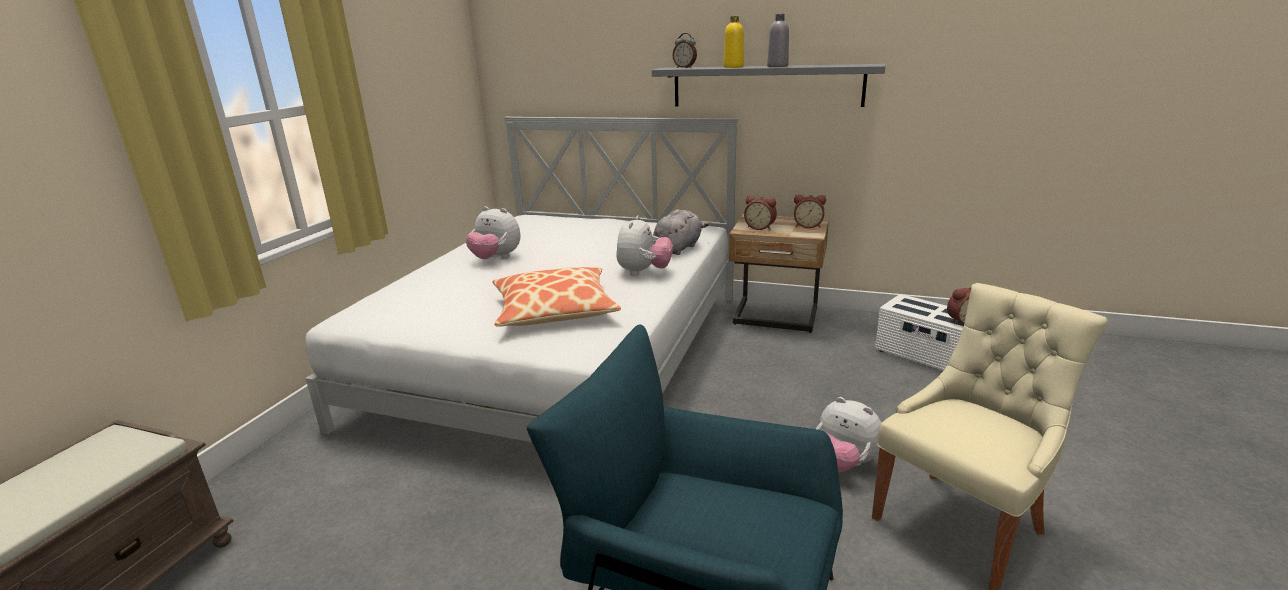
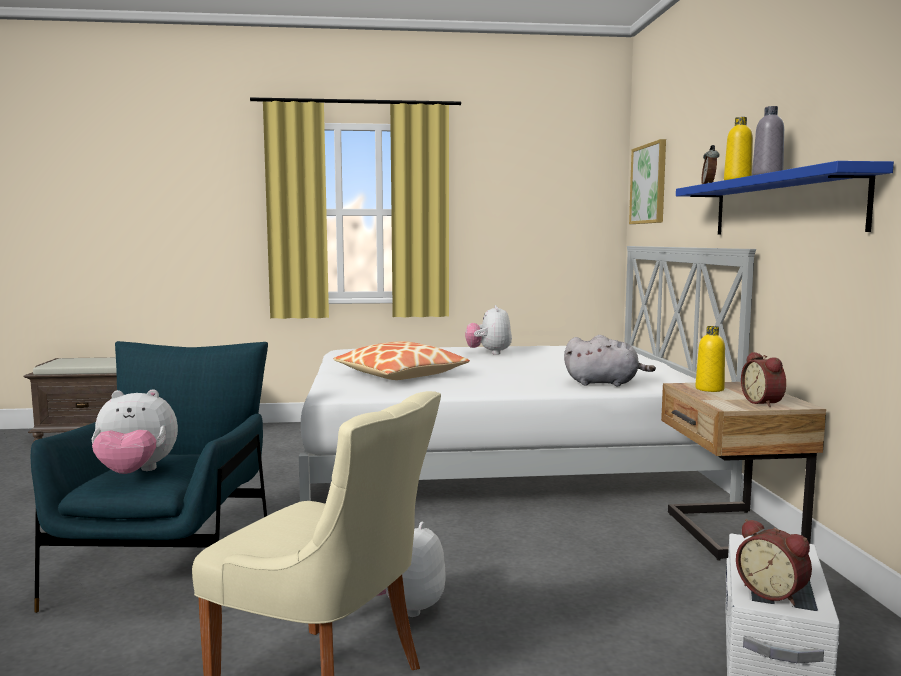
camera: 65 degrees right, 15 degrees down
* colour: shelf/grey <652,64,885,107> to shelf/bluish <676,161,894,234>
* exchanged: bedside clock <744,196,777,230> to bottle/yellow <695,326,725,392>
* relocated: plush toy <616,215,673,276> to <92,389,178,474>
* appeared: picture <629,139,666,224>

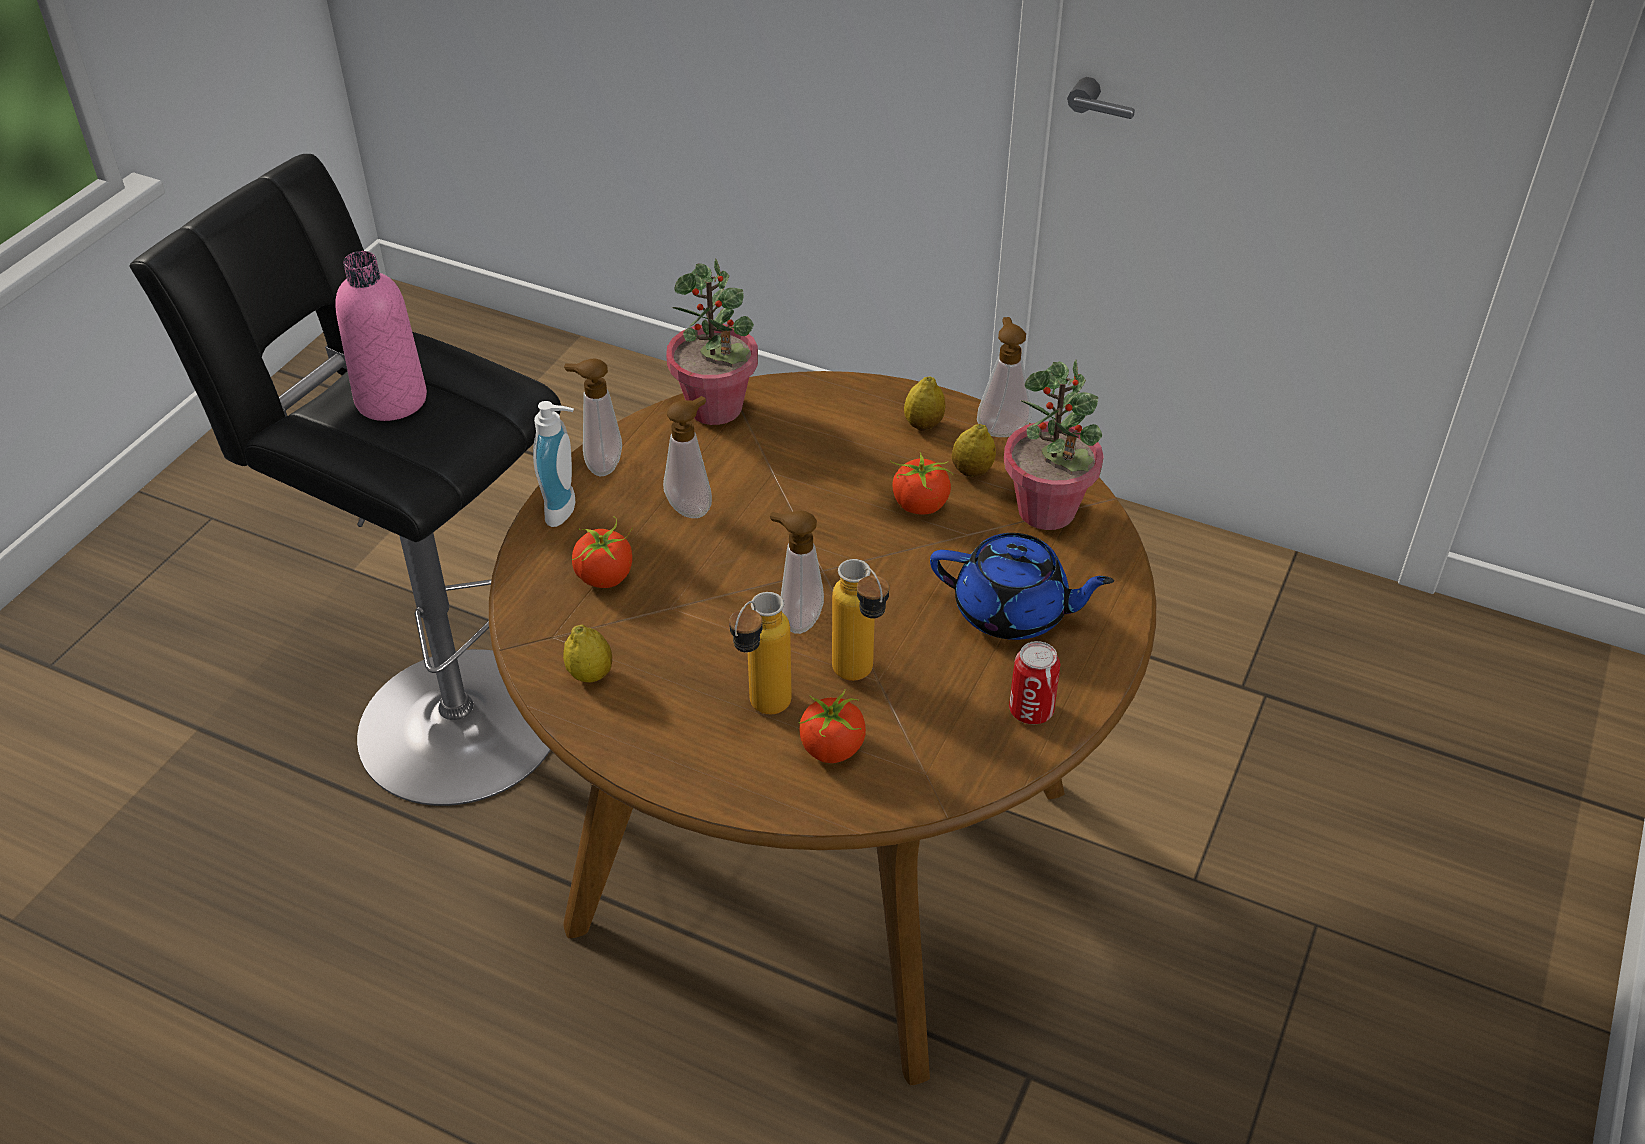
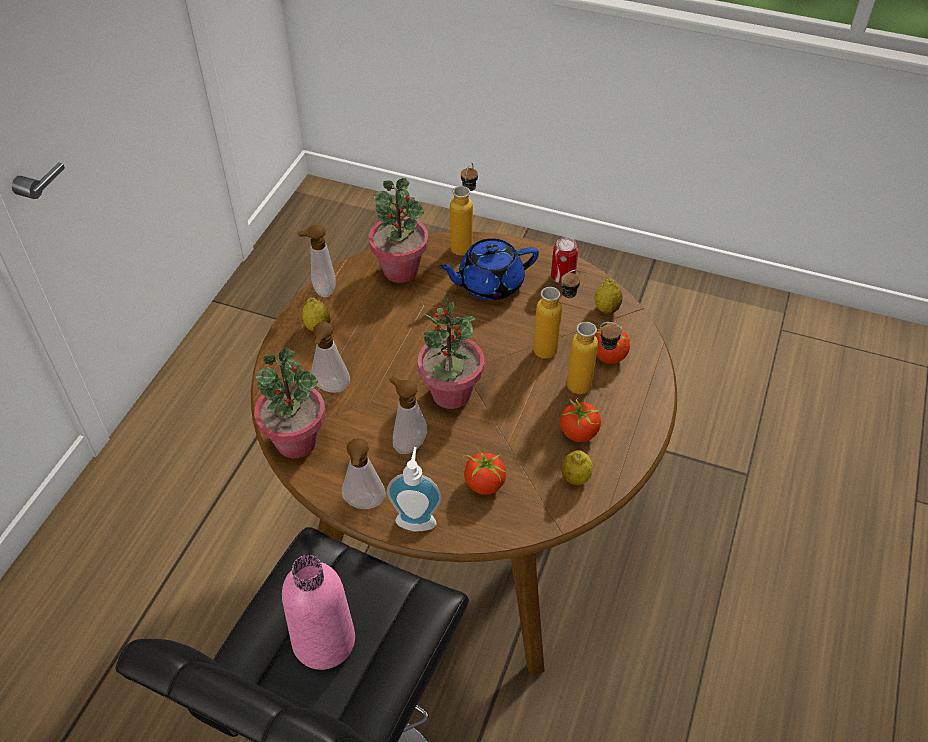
camera: 95 degrees left, 5 degrees up
* relocated: whole lemon <952,424,996,477> to <595,279,622,314>
* relocated: tomato <890,452,953,515> to <560,398,601,442>
* relocated: soap bottle <770,511,824,634> to <311,322,350,393>
* spun: pot for tea/bluish <930,533,1114,640> = <437,238,539,300> 120 degrees counterclockwise
* appeared: bottle <450,163,478,256>
* appeared: potted plant <417,292,484,409>

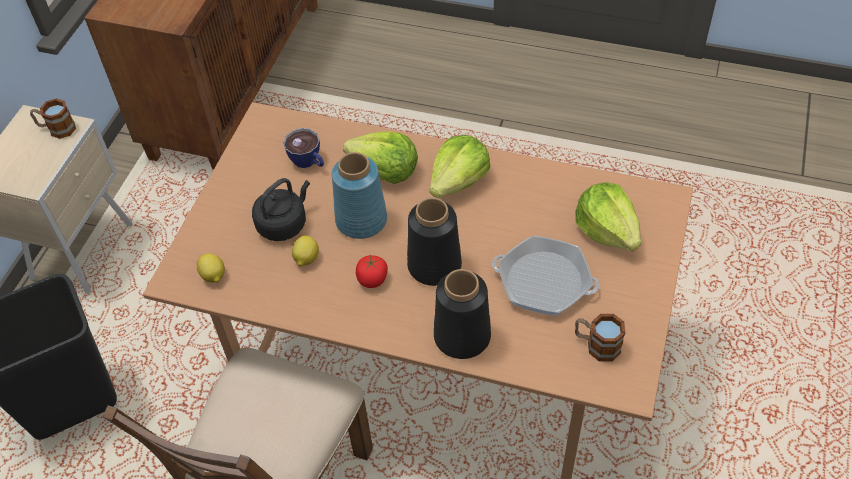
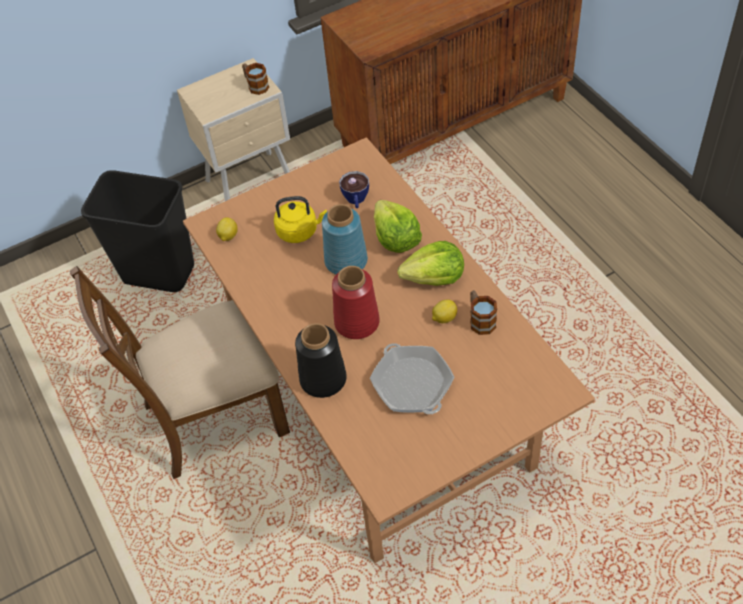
camera: 45 degrees right, 0 degrees up
* colour: kettle/blackish <252,178,310,241> to kettle/yellow <274,196,327,243>
* missing: head of lettuce <575,183,641,251>
* colour: flower vase/blackish <407,197,462,286> to flower vase/red <332,266,380,339>
* relocated: whole lemon <292,236,319,266> to <432,299,457,323>
* missing: tomato <356,255,388,288>
* relocated: coffee mug <575,314,626,362> to <470,290,497,335>

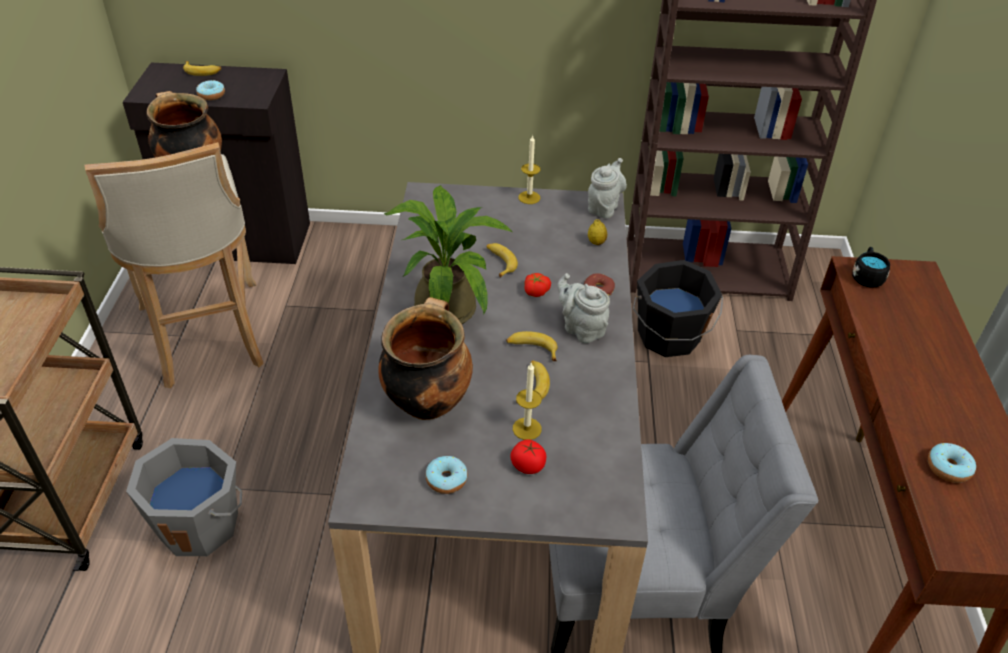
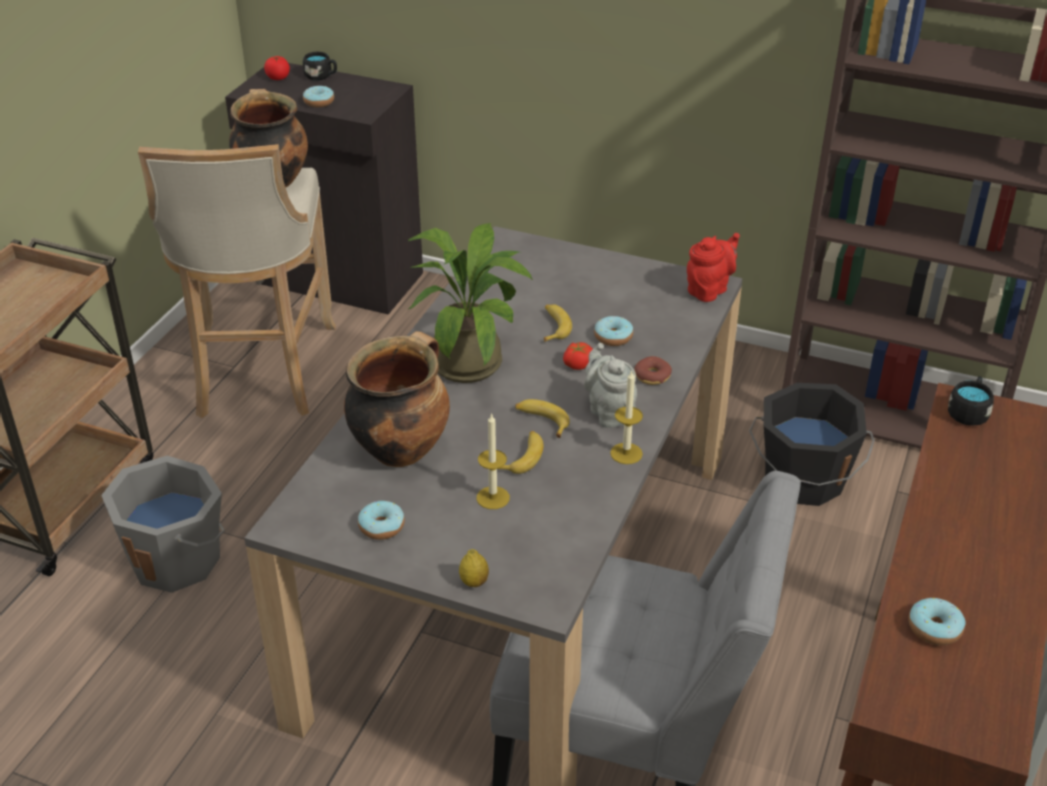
camera: 20 degrees right, 5 degrees down
* exchanged: banana <183,61,221,76> to coffee mug/blackish <303,52,337,80>
* relocated: candle <518,135,540,204> to <610,370,643,464>
* colour: pot for tea/grey <588,158,627,218> to pot for tea/red <687,233,740,302>
* relocated: whole lemon <588,219,607,245> to <459,549,489,587>
* relocated: tomato <510,439,546,474> to <264,56,290,80>
* appeared: donut <594,316,633,346>

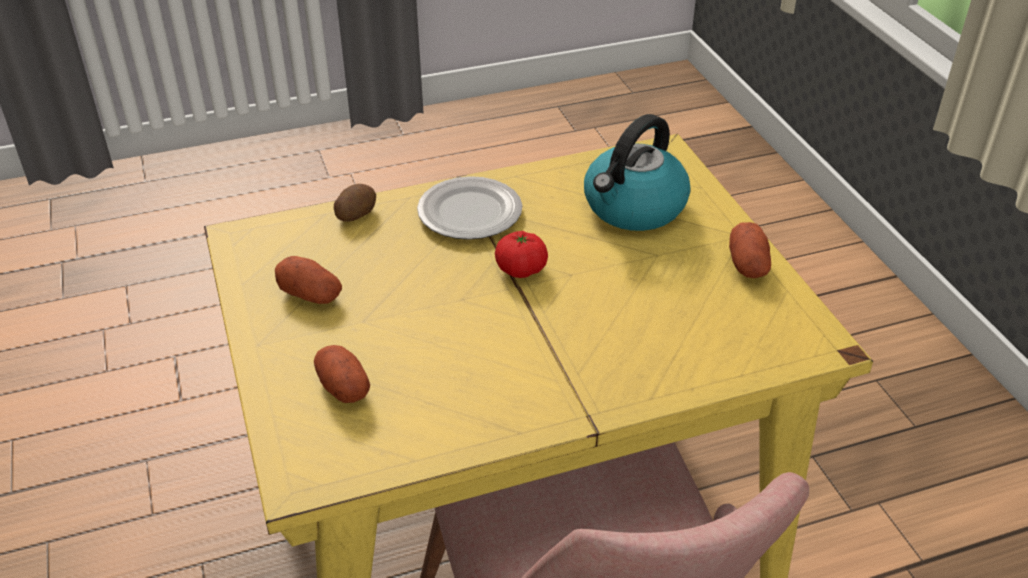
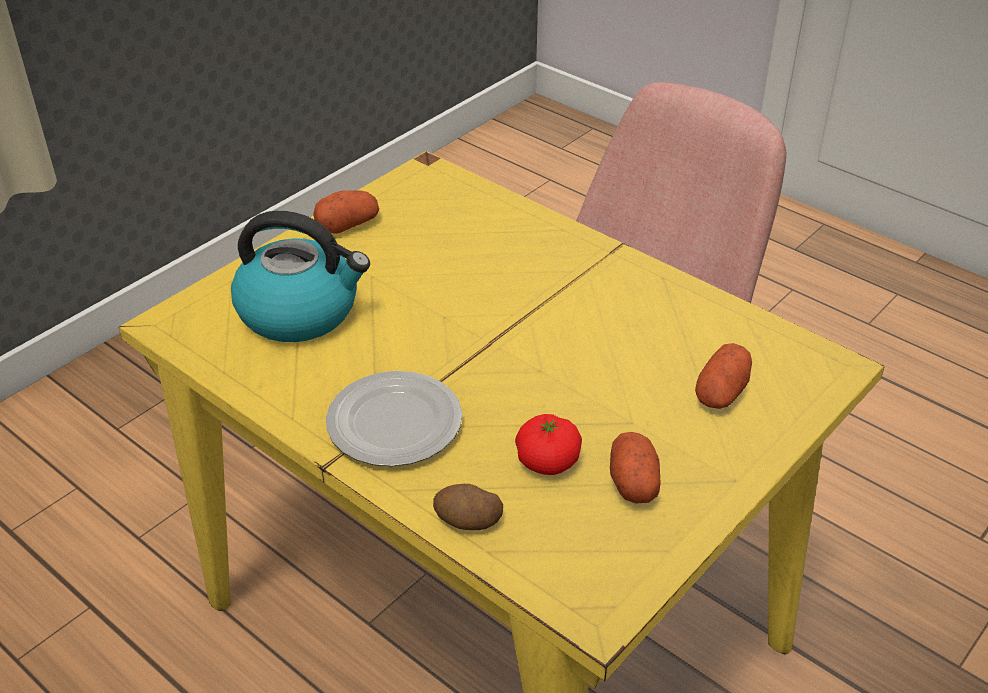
camera: 120 degrees left, 0 degrees up
* relocated: tomato <495,231,548,278> to <515,414,582,475>

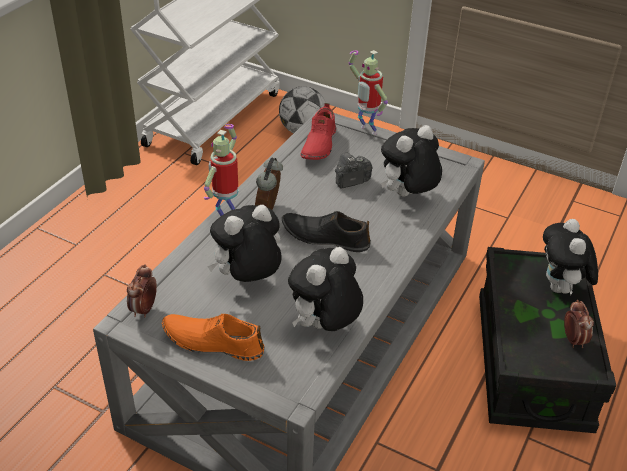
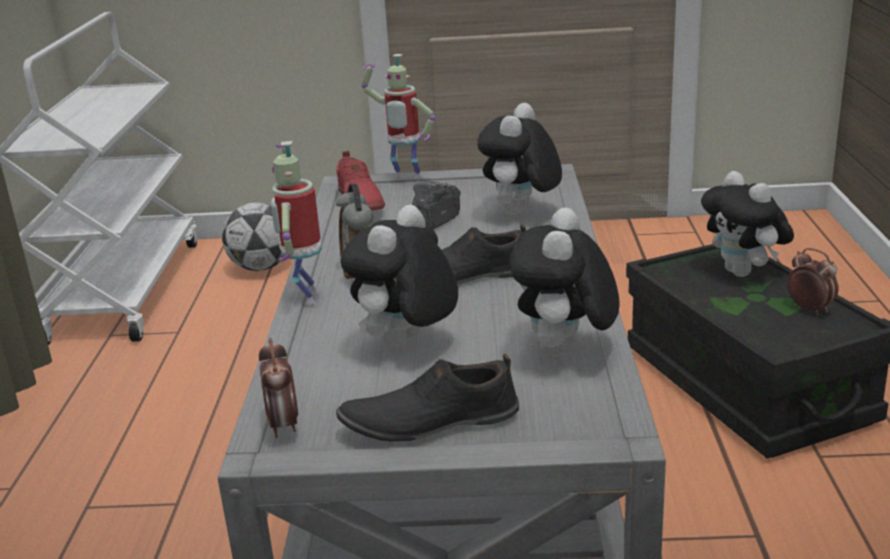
camera: 25 degrees left, 15 degrees down
* colour: shoe/orangey <162,314,264,361> to shoe/blackish <336,354,519,441>

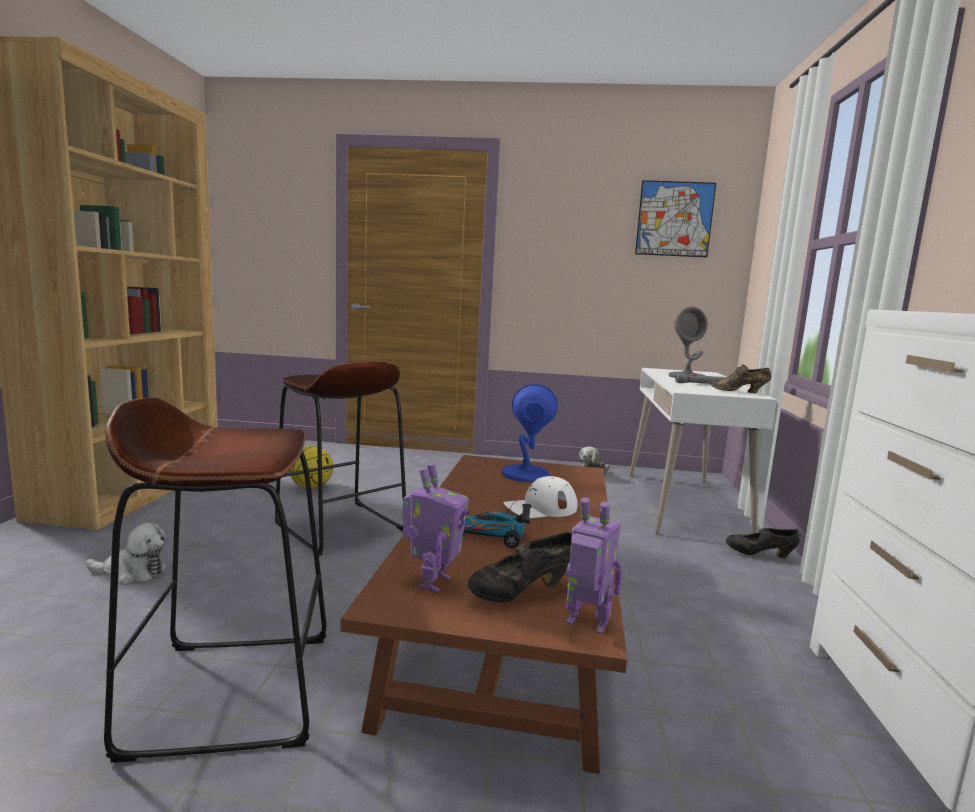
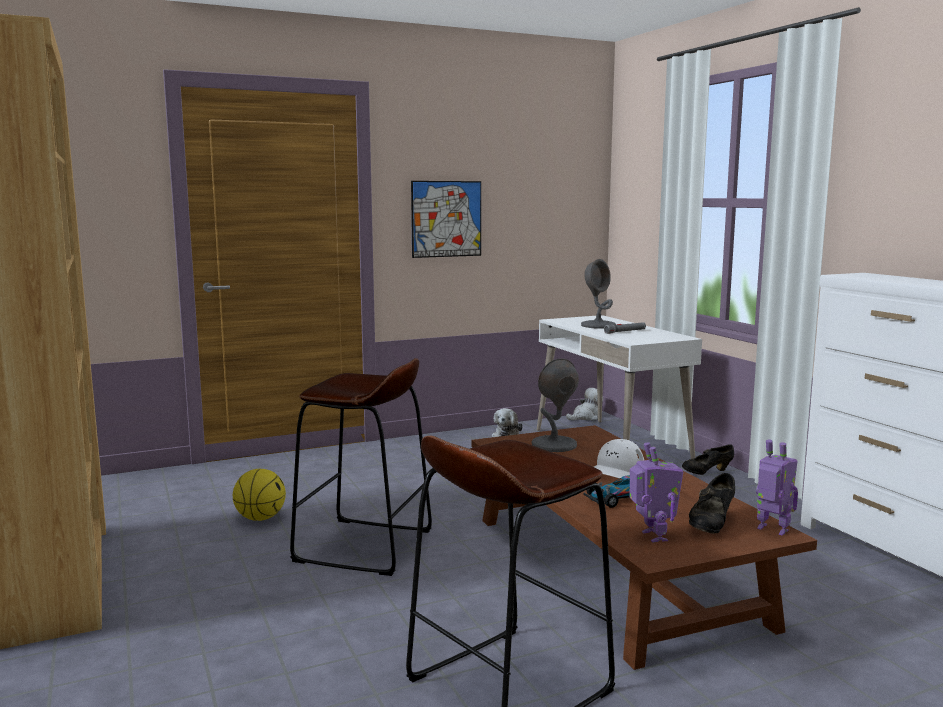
camera: 30 degrees left, 0 degrees up
* relocated: picture <635,180,716,257> to <411,181,481,258>
* missing: shoe/brownish <709,364,771,393>
* colour: lamp for a table/bluish <502,384,558,482> to lamp for a table/grey <532,359,579,452>
* spun: model robot <566,498,622,634> = <756,439,798,536> 45 degrees clockwise
* relocated: plush toy <86,523,167,585> to <566,388,603,420>

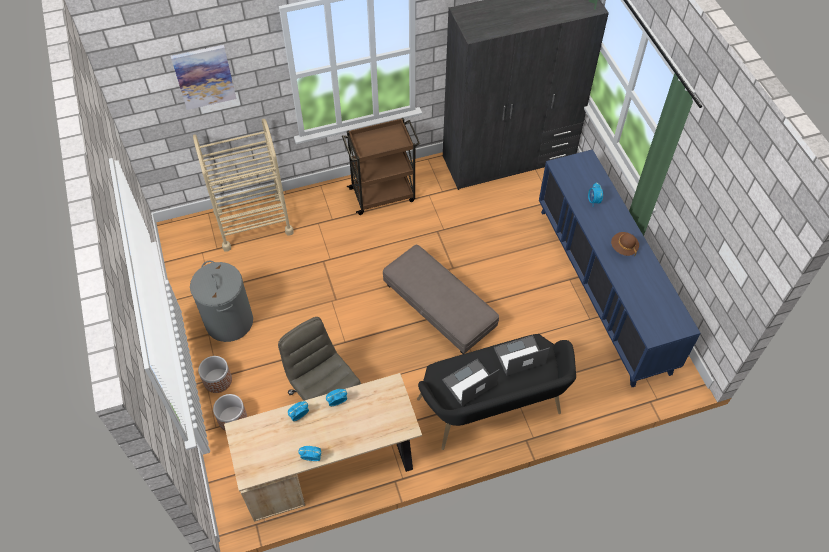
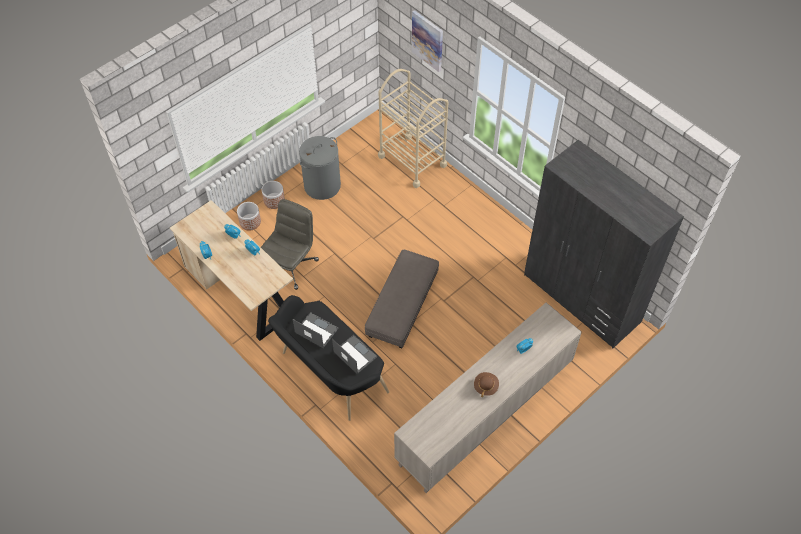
camera: 65 degrees right, 0 degrees up
* missing: cart/brownish <342,118,420,215>
* colour: cupboard/bluish <539,149,700,387> to cupboard/beige <394,302,581,493>

